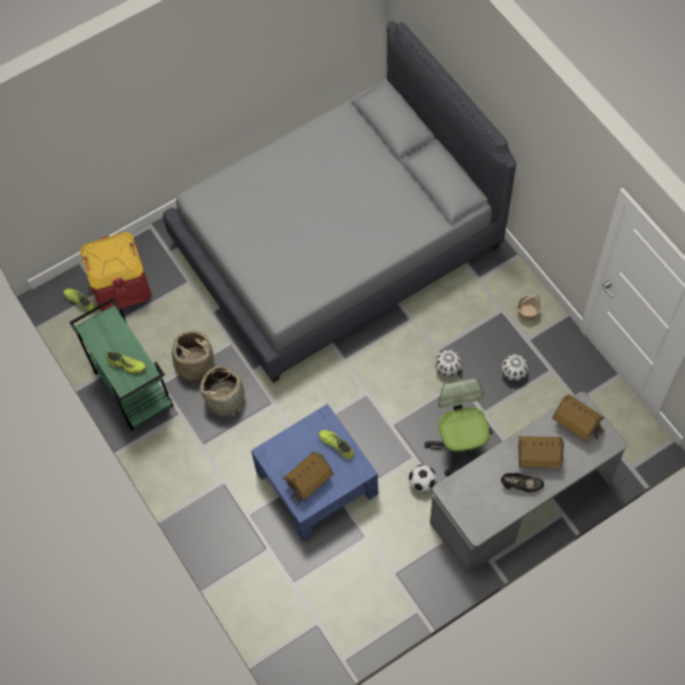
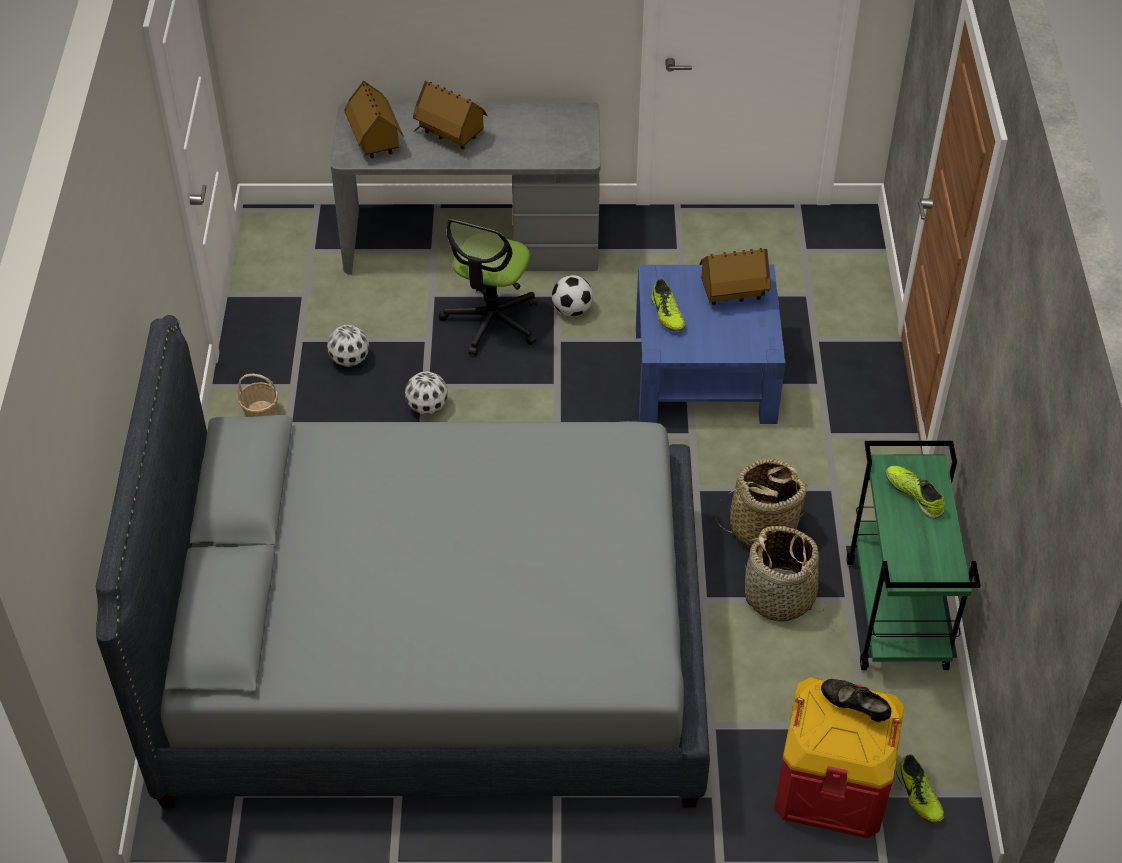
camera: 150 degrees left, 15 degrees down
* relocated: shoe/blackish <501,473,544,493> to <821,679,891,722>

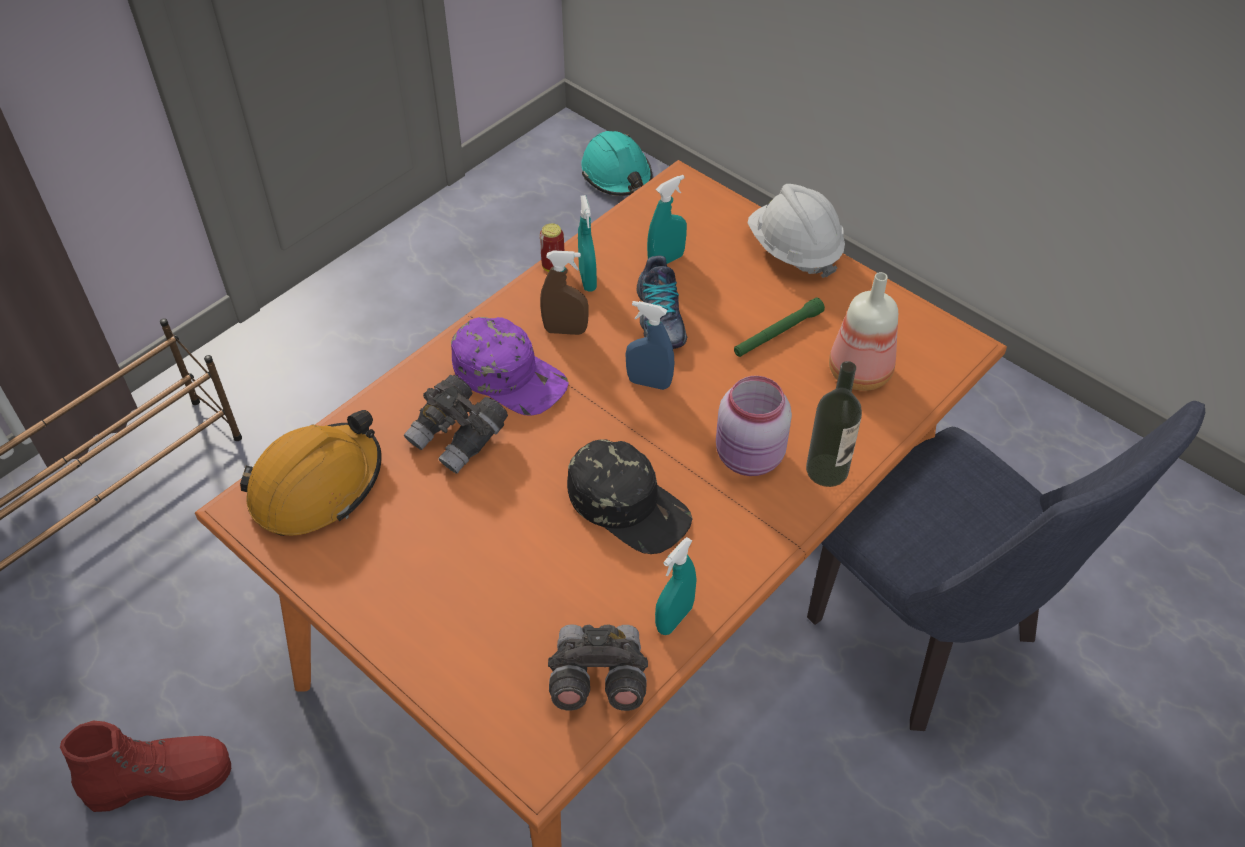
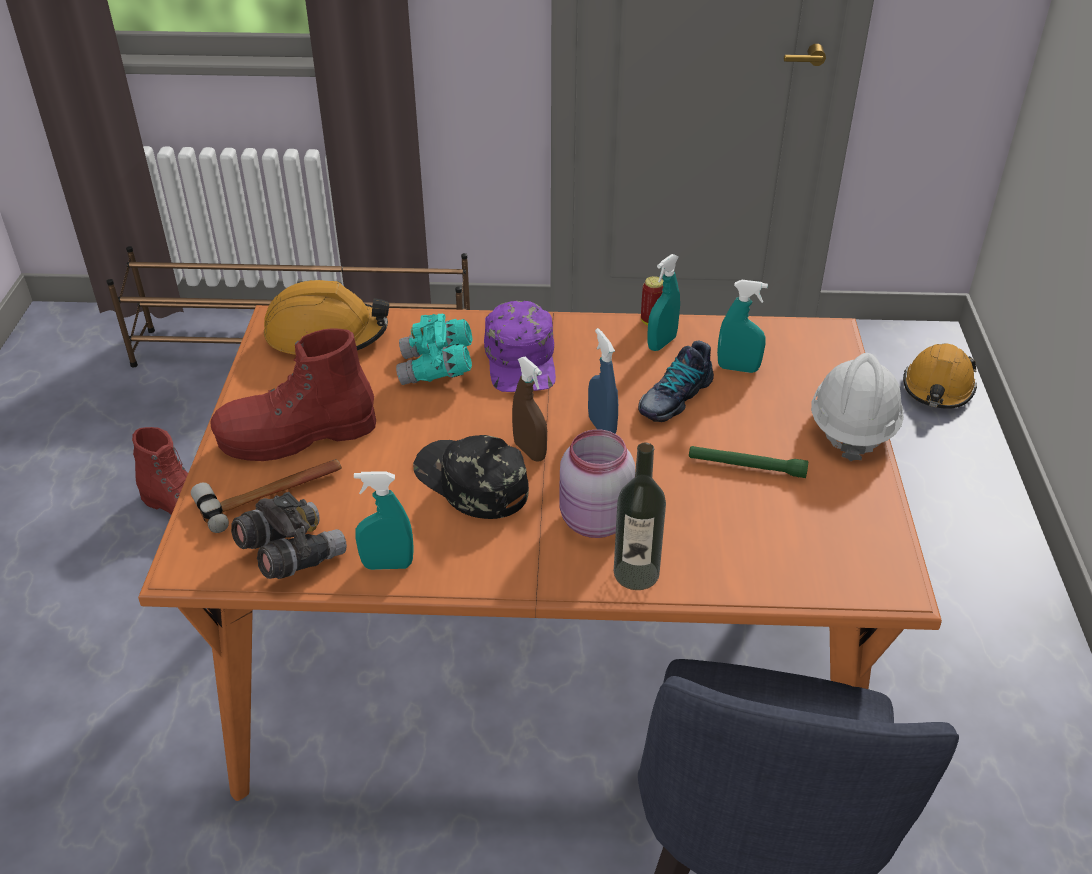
camera: 50 degrees right, 10 degrees down
* colour: hard hat/blue-green <581,131,653,196> to hard hat/orangey <903,343,977,409>
* relocated: hand sprayer/brownish <540,250,589,335> to <512,357,547,462>
* missing: bottle <829,272,898,391>
* colour: pair of binoculars/grey <404,375,508,474> to pair of binoculars/blue-green <396,314,473,385>
* spun: cap/blackish <567,439,693,554> = <413,435,529,519> 135 degrees clockwise
* appeared: tall boot/red <210,328,376,461>
* appeared: hand hammer <191,459,342,533>

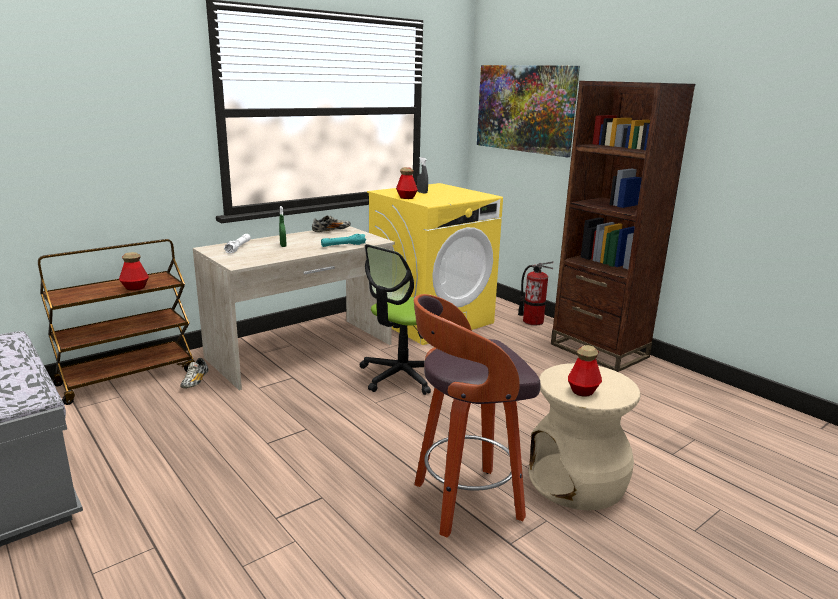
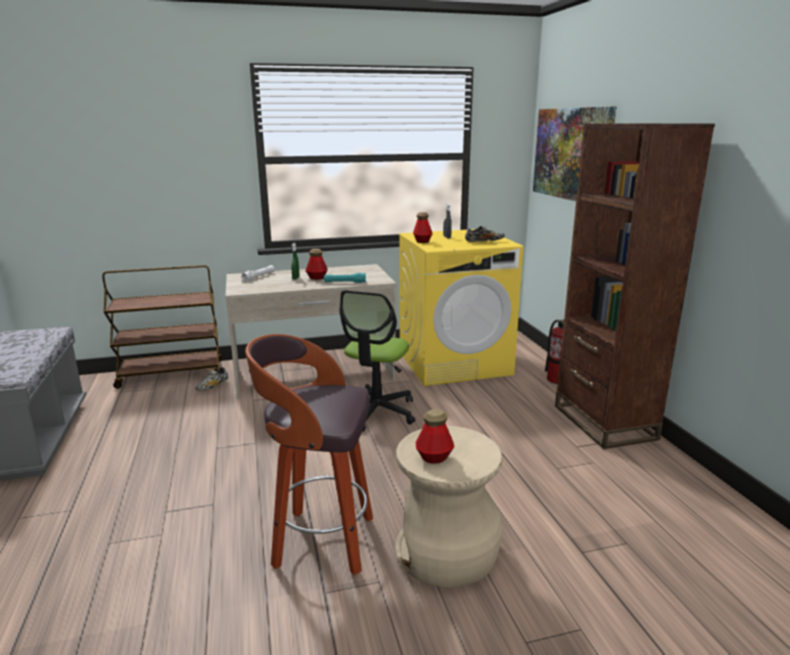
camera: 25 degrees right, 0 degrees up
* relocated: shoe <312,215,351,232> to <465,226,505,242>
* spun: office chair <360,244,431,395> = <339,290,415,432> 45 degrees counterclockwise
* relocated: bottle <119,252,149,290> to <305,249,328,280>

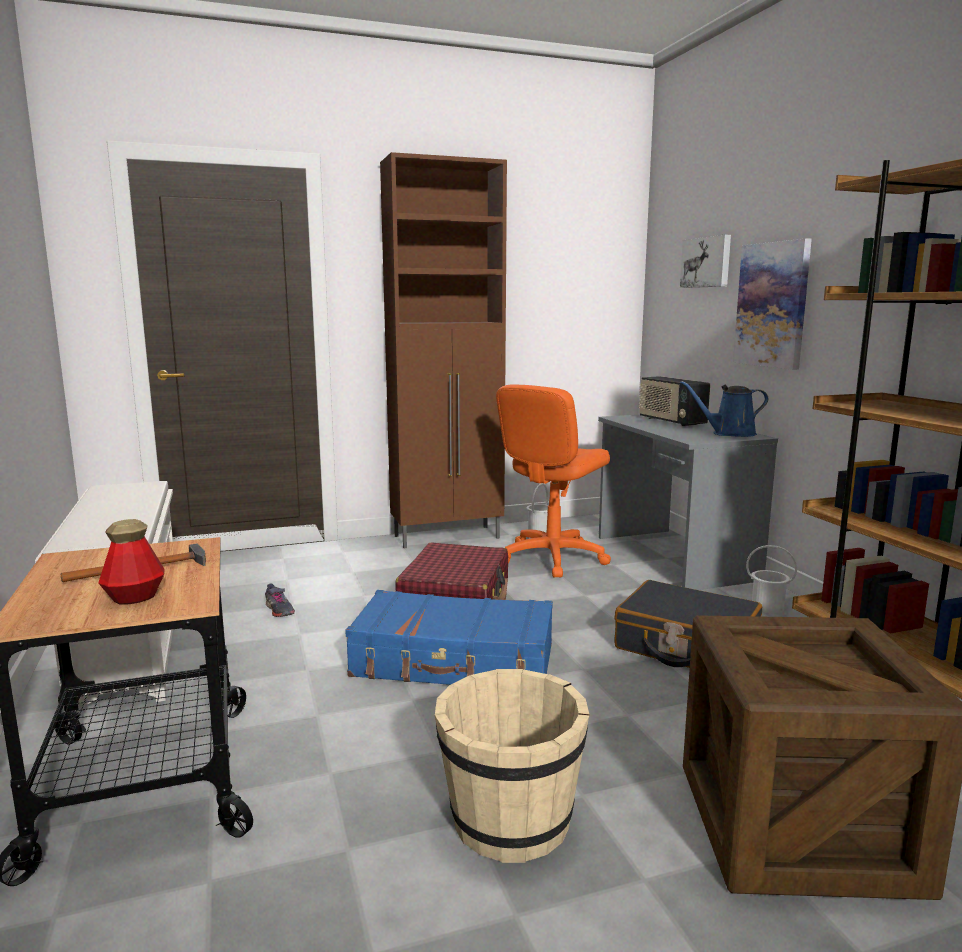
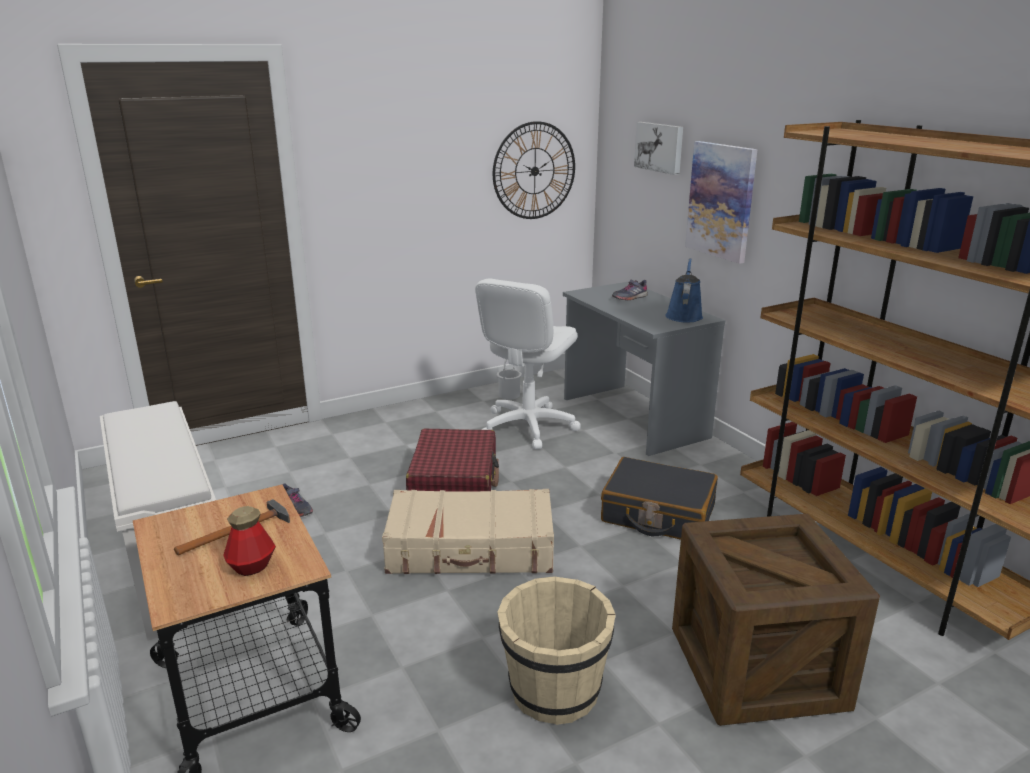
camera: 10 degrees left, 10 degrees up
* missing: cupboard/brownish <380,152,507,549>
* exchanged: radio receiver <639,376,710,426> to shoe/grey <612,280,648,300>
* spun: watering pot/bluish <680,381,768,437> = <665,258,703,322> 120 degrees clockwise
* colour: office chair/orangey <496,385,611,578> to office chair/whitish <475,279,581,449>
* missing: pail/whitish <746,545,797,614>
* colour: piece of luggage/bluish <345,590,553,685> to piece of luggage/beige <382,489,554,574>
* appeared: wall clock <493,121,575,219>

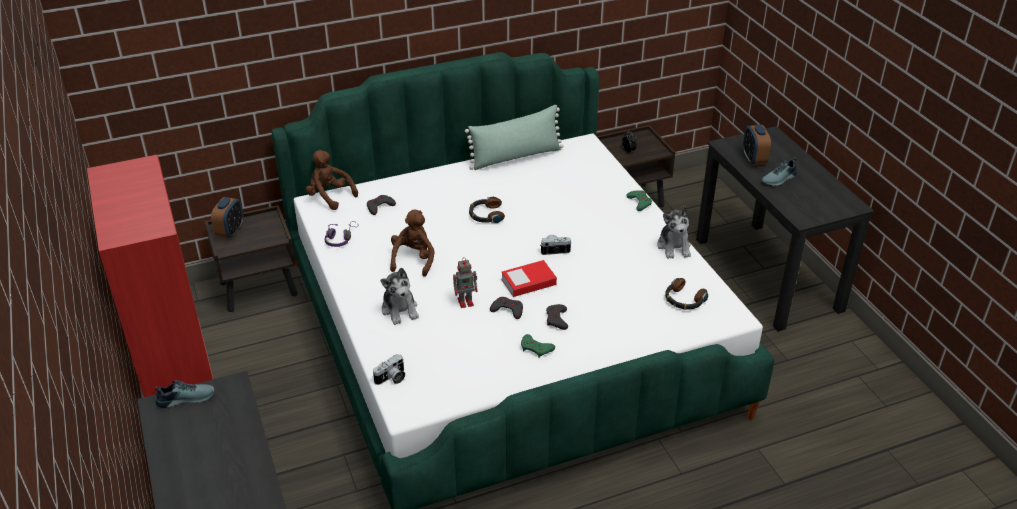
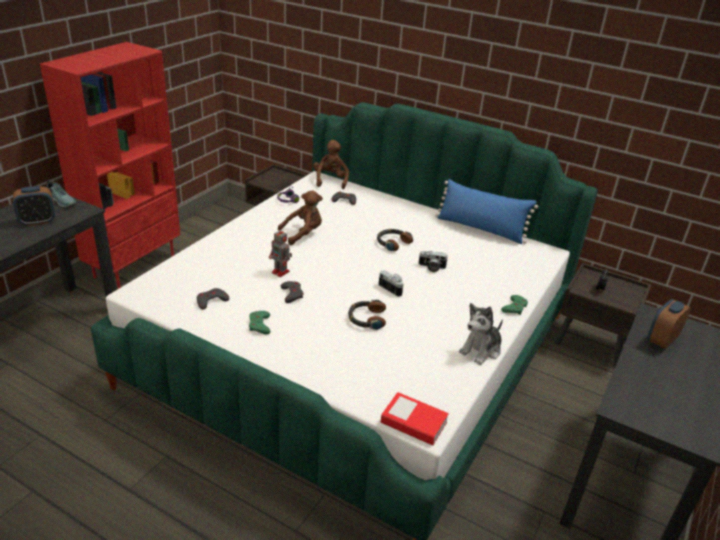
camera: 50 degrees right, 5 degrees down
* colour: throw pillow/green <465,105,563,170> to throw pillow/bluish <435,179,538,244>
* missing: shoe <761,158,797,186>
* relocated: bedside clock <211,197,244,238> to <13,186,55,226>
* relocated: volume <502,260,557,297> to <381,392,449,446>
* missing: plush toy <381,268,419,325>
* relocated: headphones <665,278,708,310> to <348,300,386,330>
* relocated: gamepad/grey <546,304,568,330> to <197,288,229,310>
* relocated: photo camera <373,354,405,385> to <418,251,448,272>

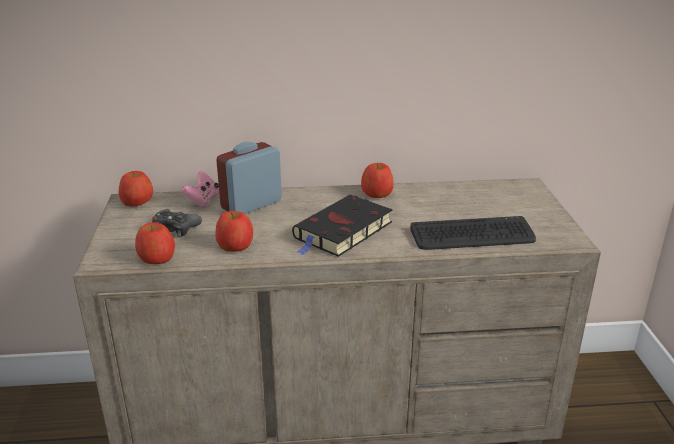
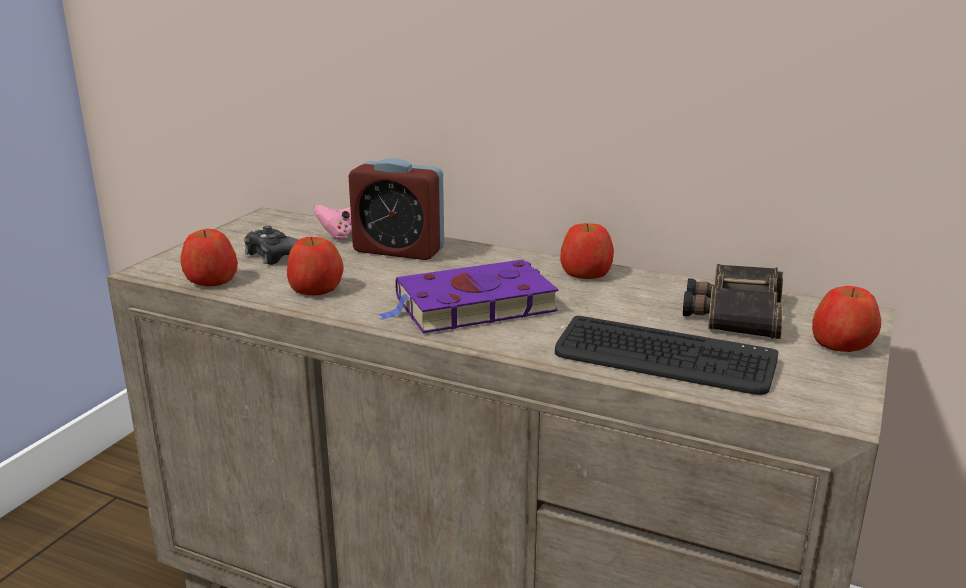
camera: 30 degrees right, 5 degrees down
* spun: bedside clock <216,142,282,214> = <349,158,444,260> 150 degrees counterclockwise
* relocated: whole apple <119,171,153,207> to <812,286,881,352>
* colour: volume/blackish <292,195,393,257> to volume/purple-coloured <377,259,558,333>
* appeared: pair of binoculars <683,264,783,339>

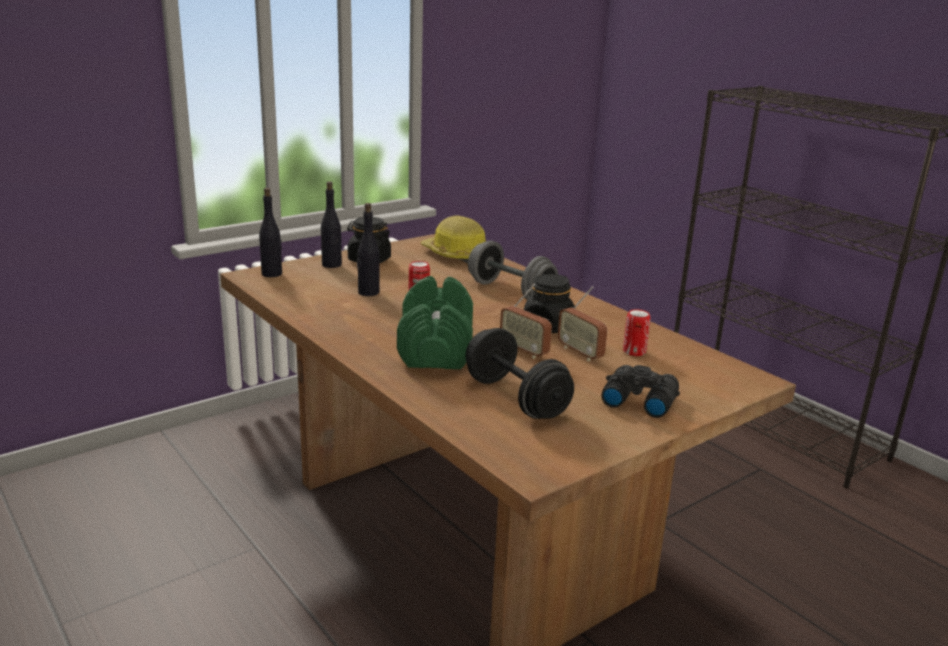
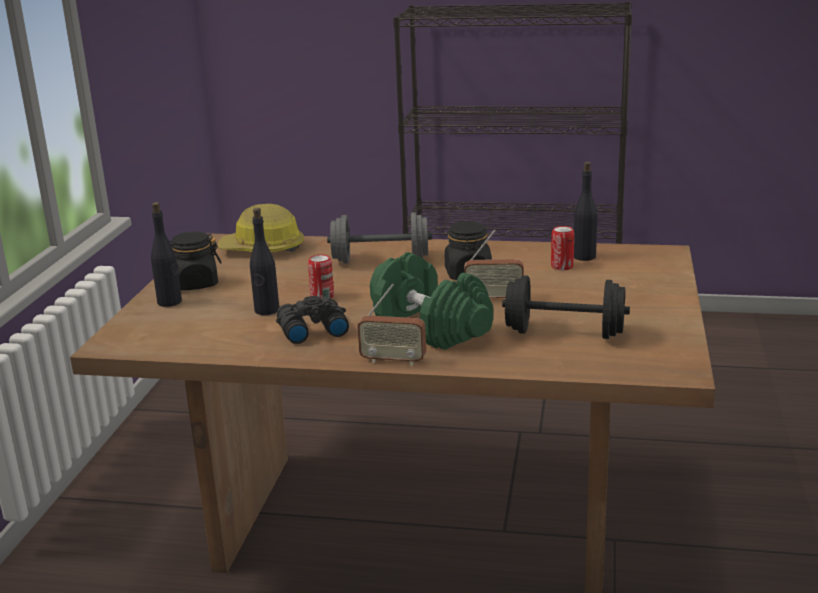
camera: 40 degrees left, 0 degrees up
* relocated: bottle/blackish <259,188,282,277> to <574,162,597,261>
* relocated: radio receiver <558,286,608,361> to <358,284,426,366>
* relocated: pair of binoculars/blackish <601,365,680,418> to <276,296,349,344>

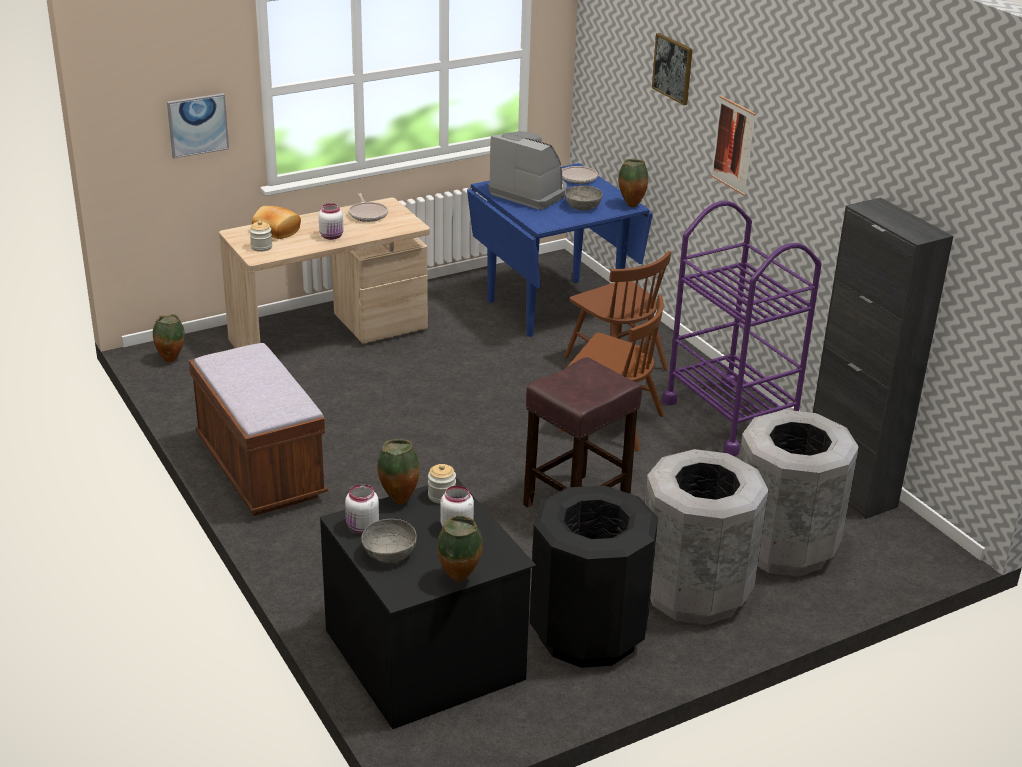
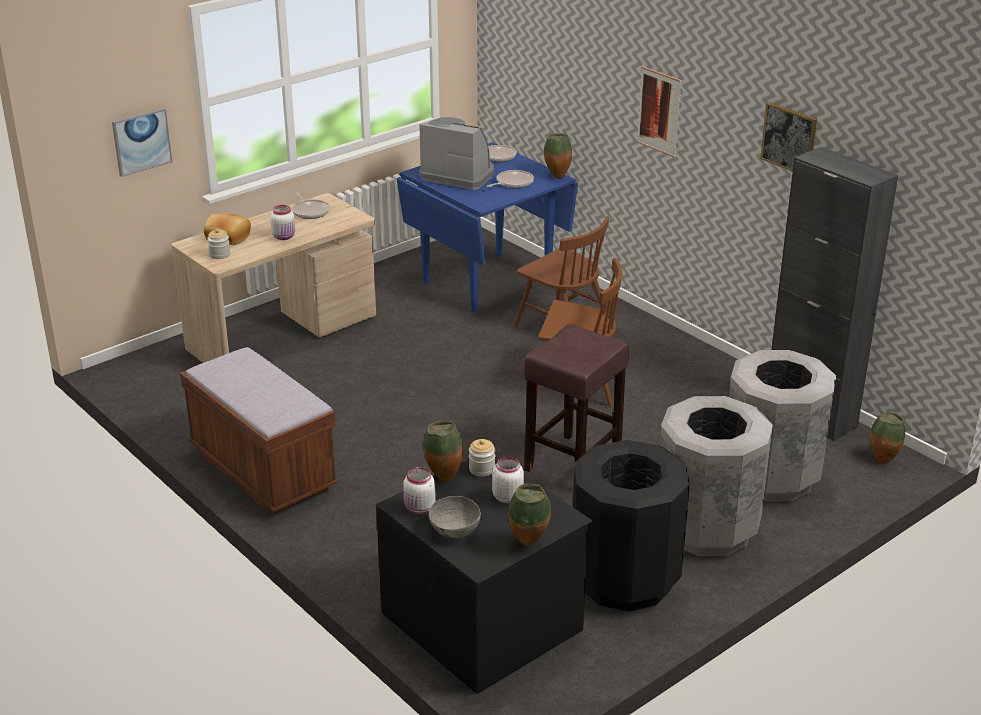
camera: 10 degrees left, 0 degrees up
* relocated: picture <652,33,693,105> to <760,102,817,172>
* exchanged: deep dish/grey <565,186,602,210> to frying pan <487,170,534,188>
* missing: cart/purple-coloured <662,201,822,456>
* relocated: flower vase <153,314,185,362> to <870,412,905,464>

